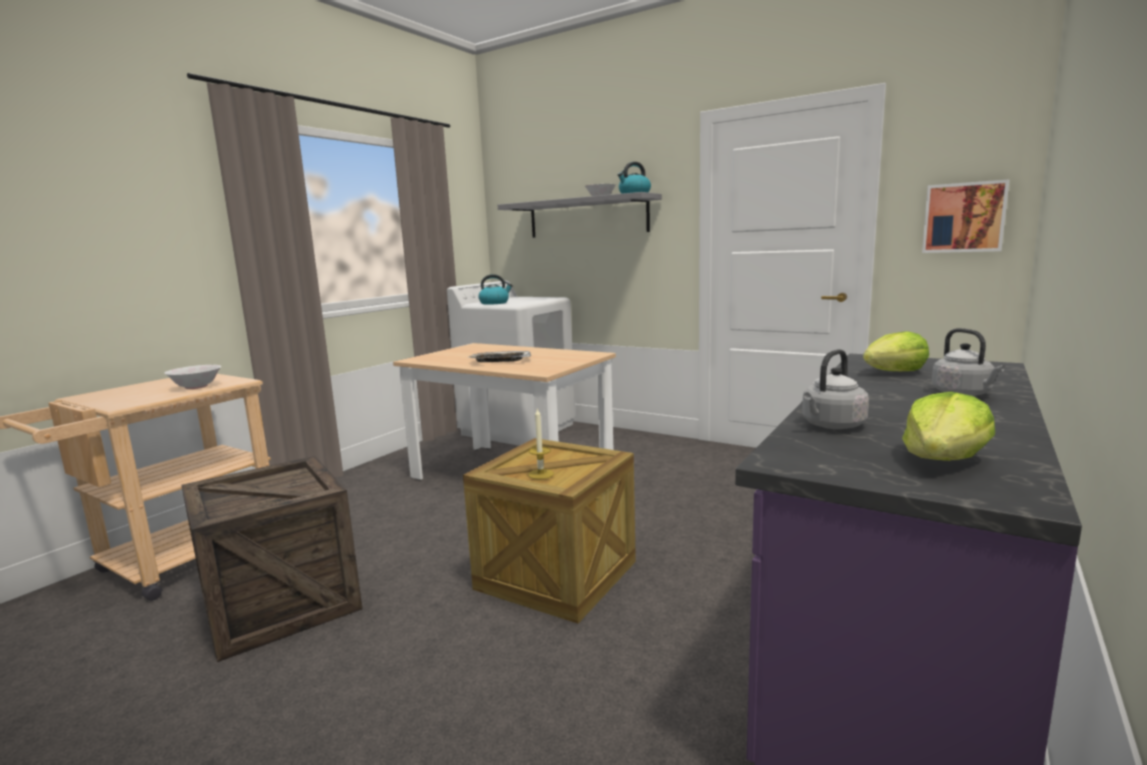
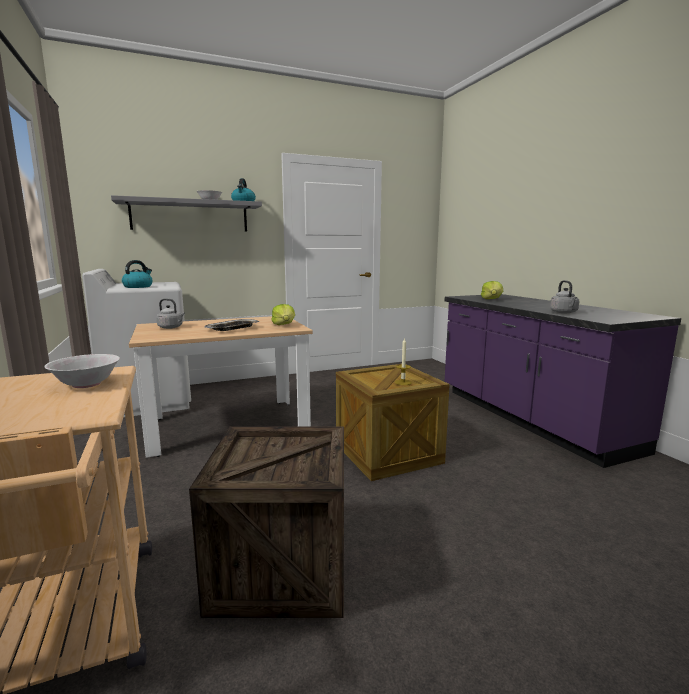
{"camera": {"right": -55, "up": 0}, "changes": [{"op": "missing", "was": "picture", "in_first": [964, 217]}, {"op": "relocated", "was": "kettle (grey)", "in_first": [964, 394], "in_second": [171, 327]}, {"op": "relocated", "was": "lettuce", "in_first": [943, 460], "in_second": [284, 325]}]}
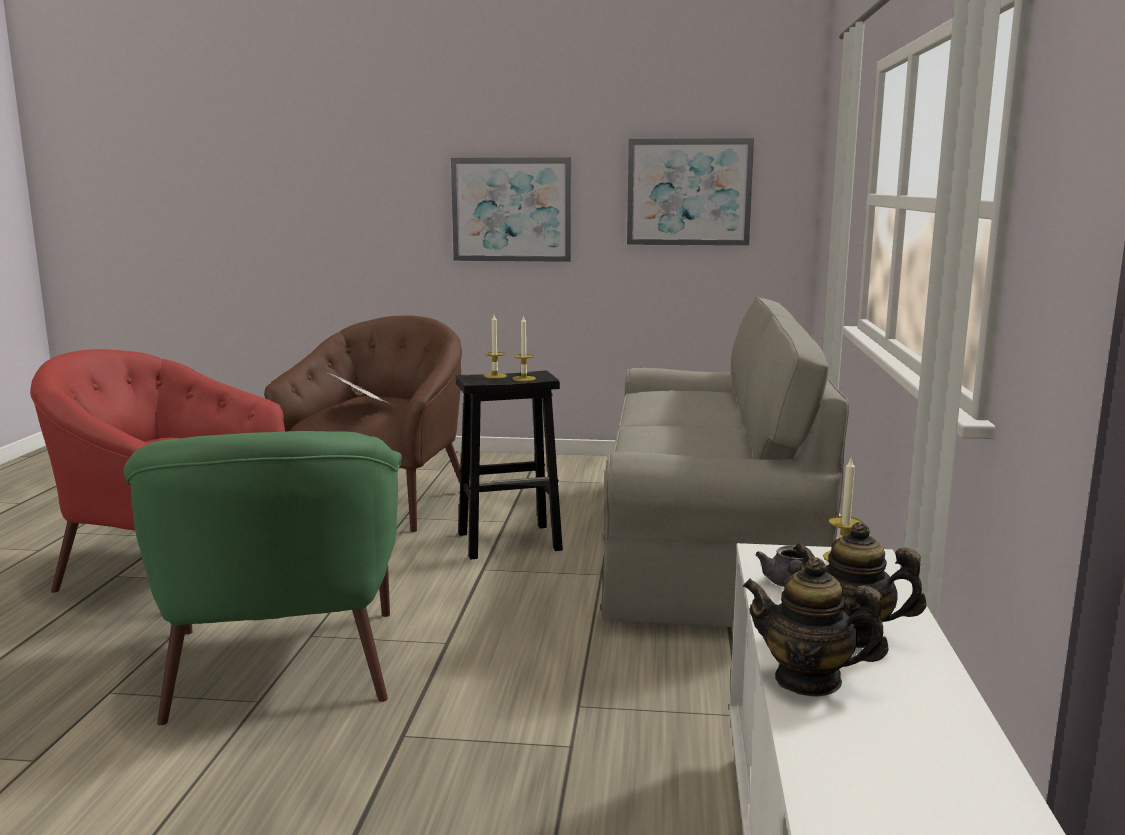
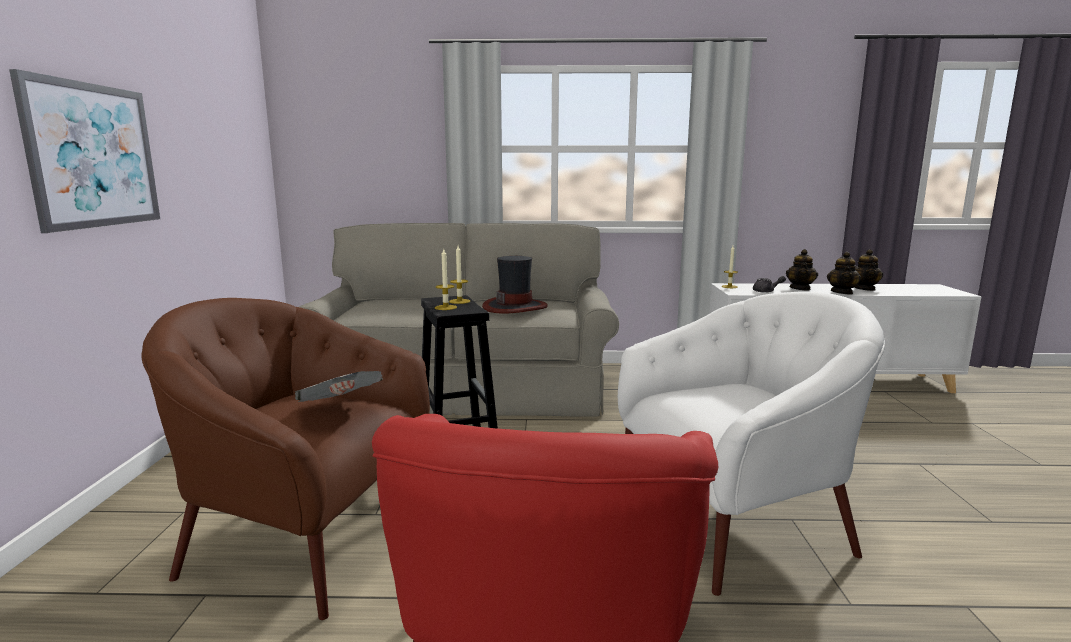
{"camera": {"right": -95, "up": 0}, "changes": [{"op": "missing", "was": "picture", "in_first": [689, 192]}, {"op": "colour", "was": "armchair (green)", "now": "armchair (white)", "in_first": [282, 664], "in_second": [734, 521]}, {"op": "appeared", "now": "teapot", "in_second": [864, 289]}, {"op": "appeared", "now": "hat", "in_second": [515, 307]}]}
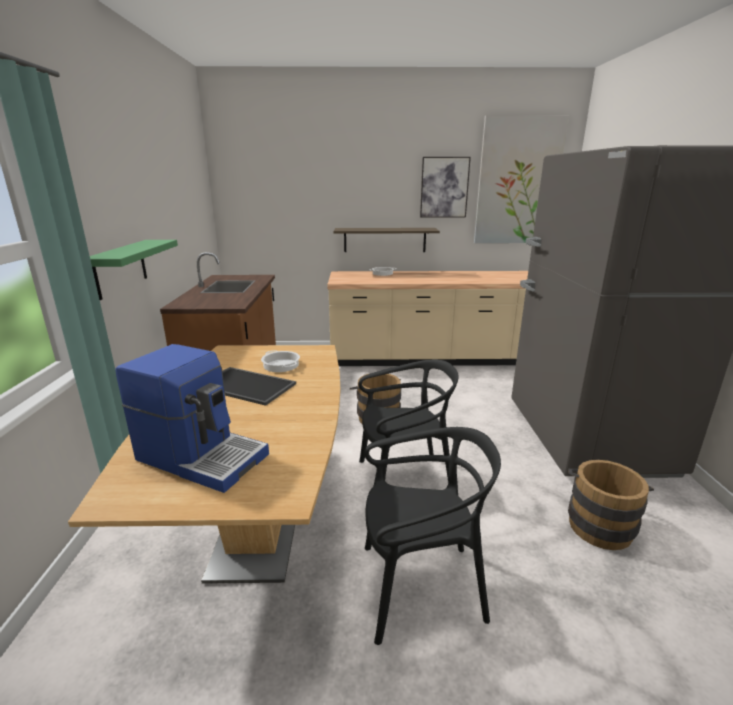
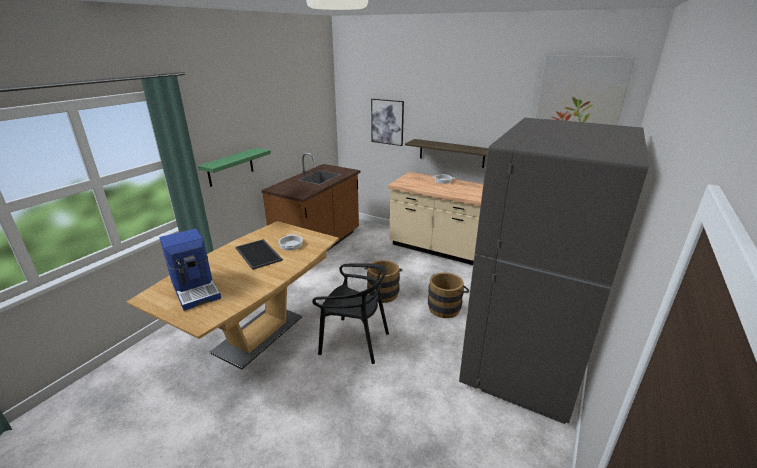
{"camera": {"right": 30, "up": 5}, "changes": [{"op": "relocated", "was": "picture", "in_first": [444, 187], "in_second": [387, 122]}, {"op": "missing", "was": "chair (black)", "in_first": [420, 587]}, {"op": "relocated", "was": "bucket (brown)", "in_first": [598, 523], "in_second": [446, 307]}]}
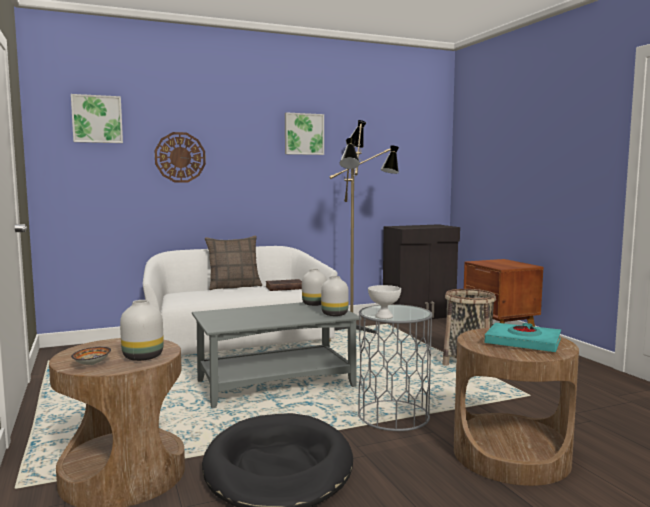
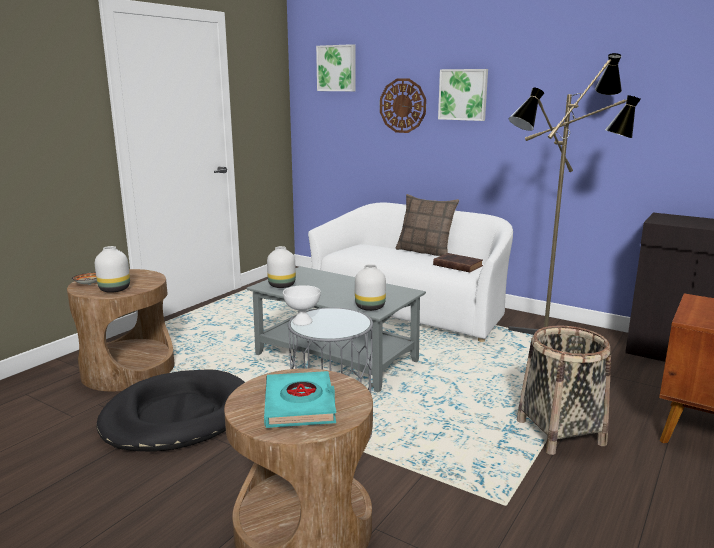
{"camera": {"right": 55, "up": 10}, "changes": [{"op": "relocated", "was": "picture", "in_first": [303, 134], "in_second": [463, 94]}, {"op": "relocated", "was": "vase (white)", "in_first": [315, 304], "in_second": [282, 285]}]}
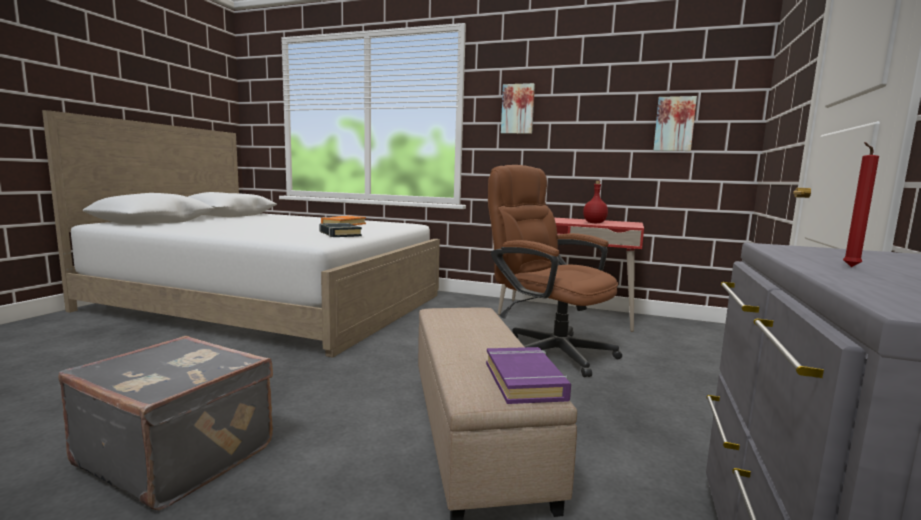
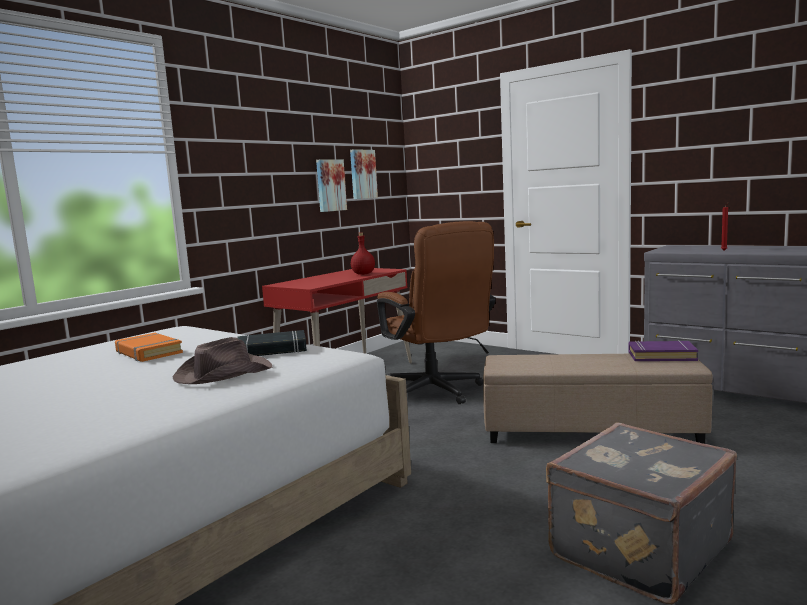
{"camera": {"right": -70, "up": 0}, "changes": [{"op": "relocated", "was": "picture", "in_first": [518, 109], "in_second": [330, 185]}, {"op": "spun", "was": "office chair (brown)", "in_first": [548, 350], "in_second": [437, 393], "clockwise": -90}, {"op": "appeared", "now": "hat (brown)", "in_second": [222, 373]}]}
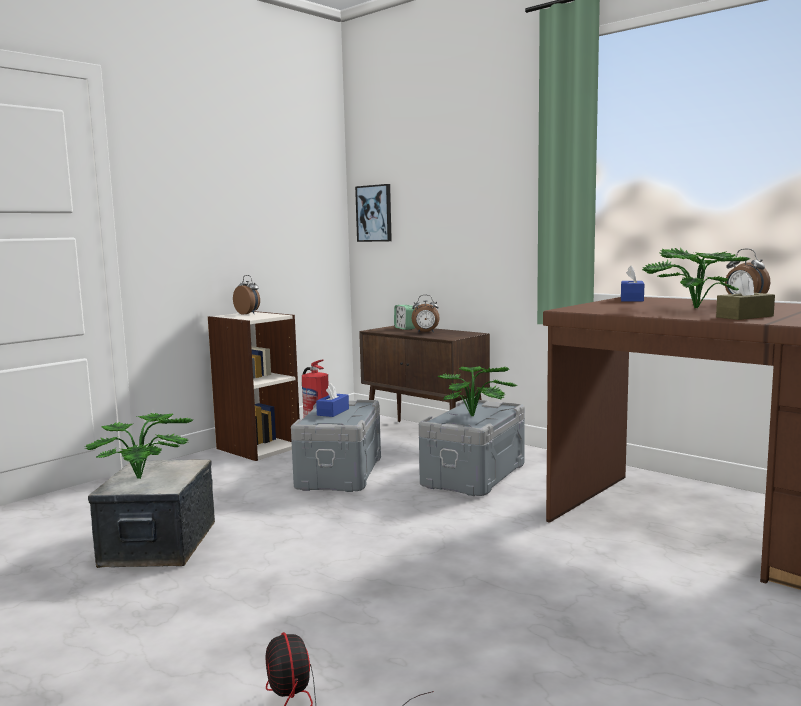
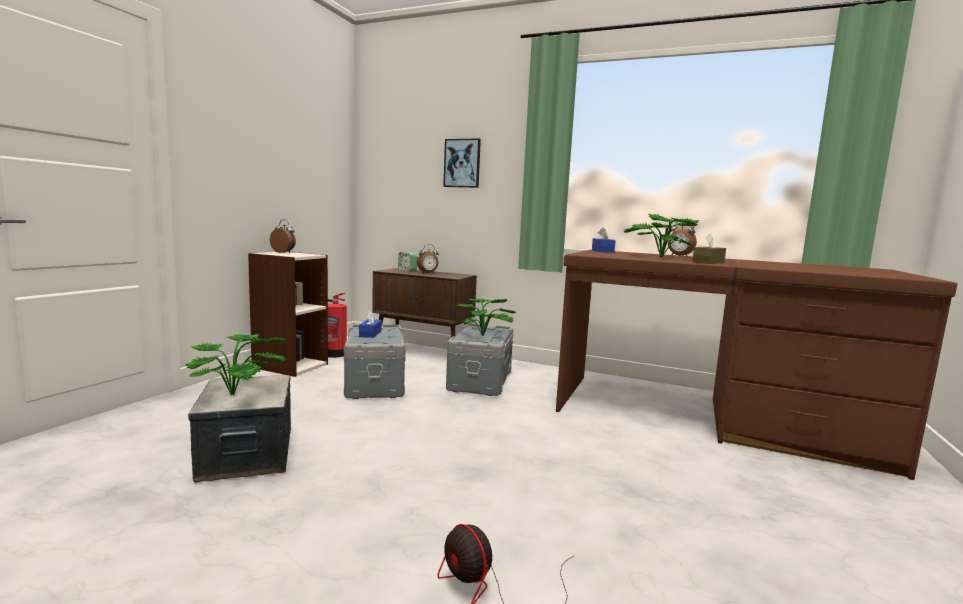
{"camera": {"right": -20, "up": 0}, "changes": [{"op": "relocated", "was": "picture", "in_first": [374, 213], "in_second": [462, 163]}]}
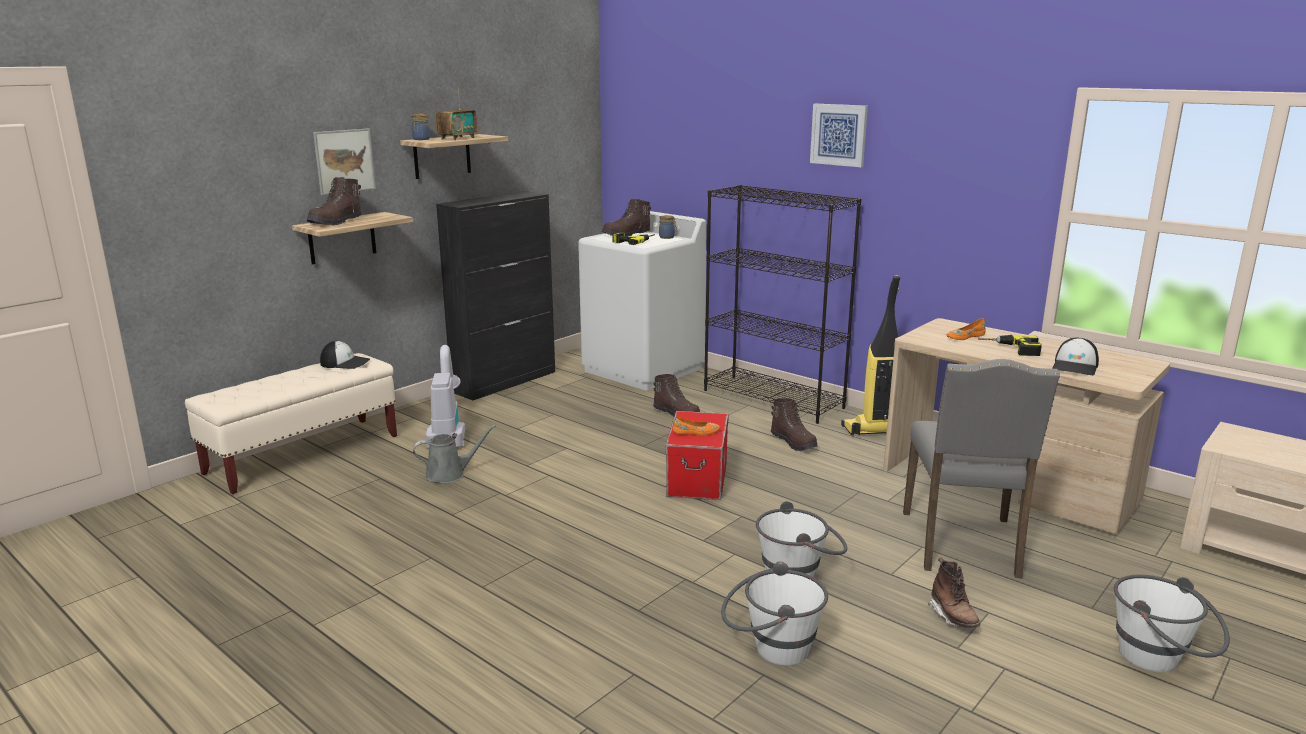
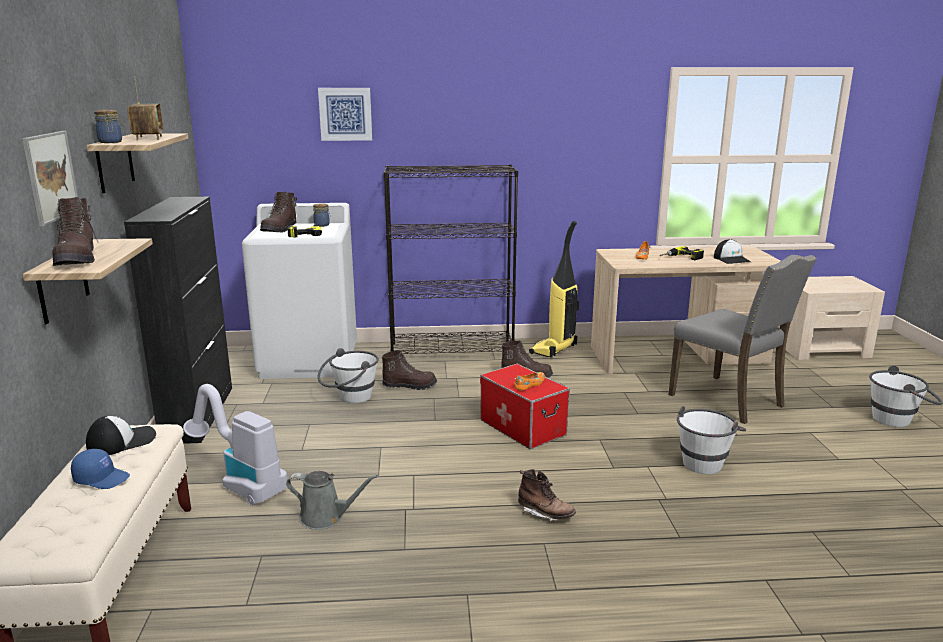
{"camera": {"right": -45, "up": 0}, "changes": [{"op": "relocated", "was": "picture", "in_first": [839, 134], "in_second": [345, 114]}, {"op": "spun", "was": "watering can (grey)", "in_first": [449, 474], "in_second": [326, 517], "clockwise": 75}, {"op": "relocated", "was": "boot (brown)", "in_first": [953, 617], "in_second": [545, 514]}, {"op": "relocated", "was": "bucket (white)", "in_first": [770, 649], "in_second": [350, 398]}, {"op": "appeared", "now": "cap (blue)", "in_second": [102, 478]}]}
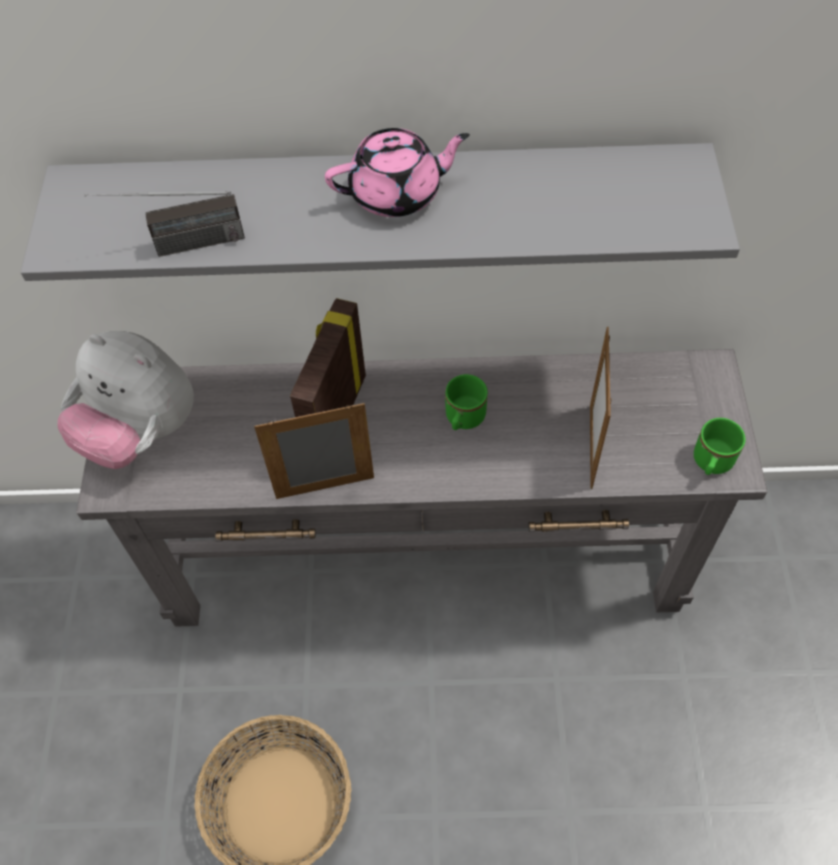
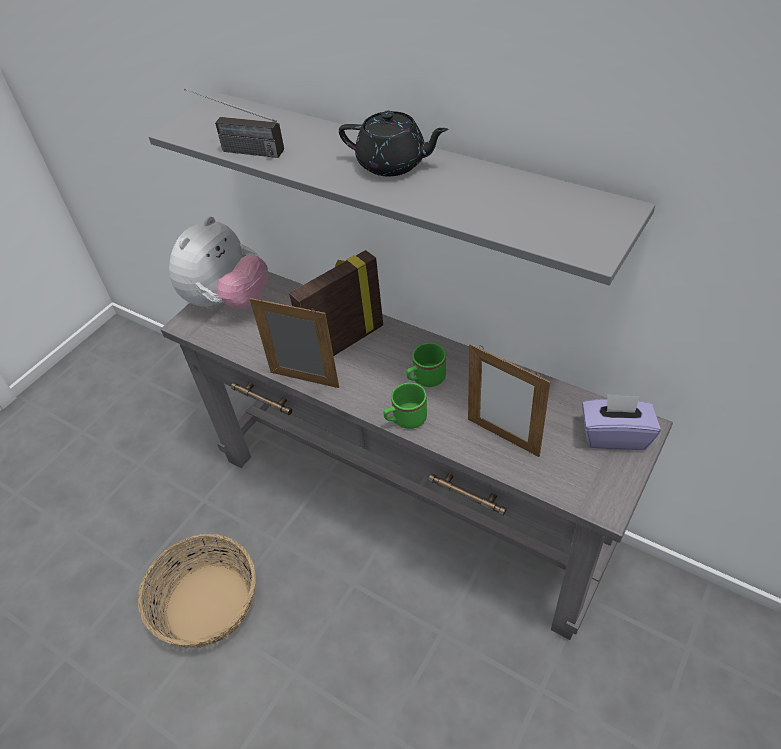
{"camera": {"right": 35, "up": -10}, "changes": [{"op": "colour", "was": "teapot (pink)", "now": "teapot (black)", "in_first": [397, 194], "in_second": [393, 164]}, {"op": "spun", "was": "picture frame", "in_first": [591, 446], "in_second": [503, 437], "clockwise": -90}, {"op": "spun", "was": "plush toy", "in_first": [140, 433], "in_second": [228, 302], "clockwise": -120}, {"op": "relocated", "was": "mug (green)", "in_first": [711, 463], "in_second": [405, 420]}, {"op": "appeared", "now": "tissue box (purple)", "in_second": [614, 435]}]}
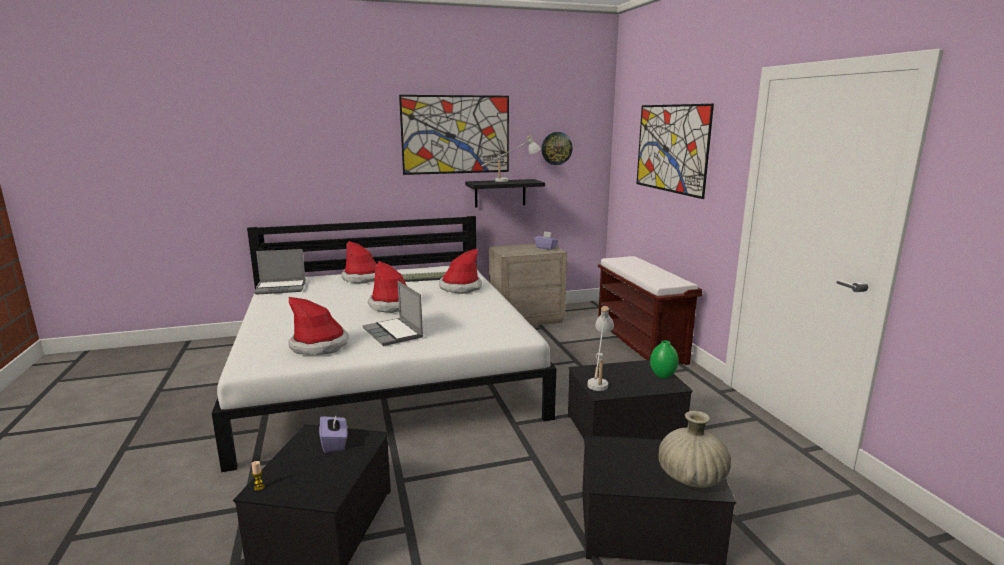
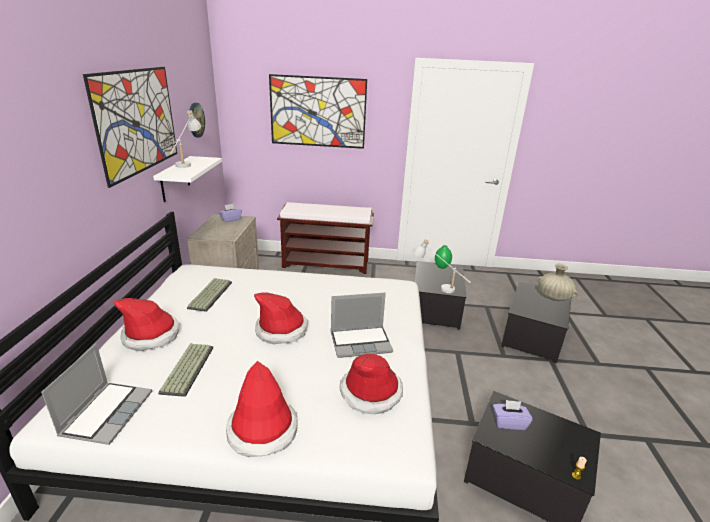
{"camera": {"right": -70, "up": 10}, "changes": [{"op": "colour", "was": "shelf (black)", "now": "shelf (white)", "in_first": [500, 193], "in_second": [175, 179]}, {"op": "relocated", "was": "hat", "in_first": [460, 288], "in_second": [263, 430]}, {"op": "appeared", "now": "keyboard", "in_second": [187, 368]}]}
